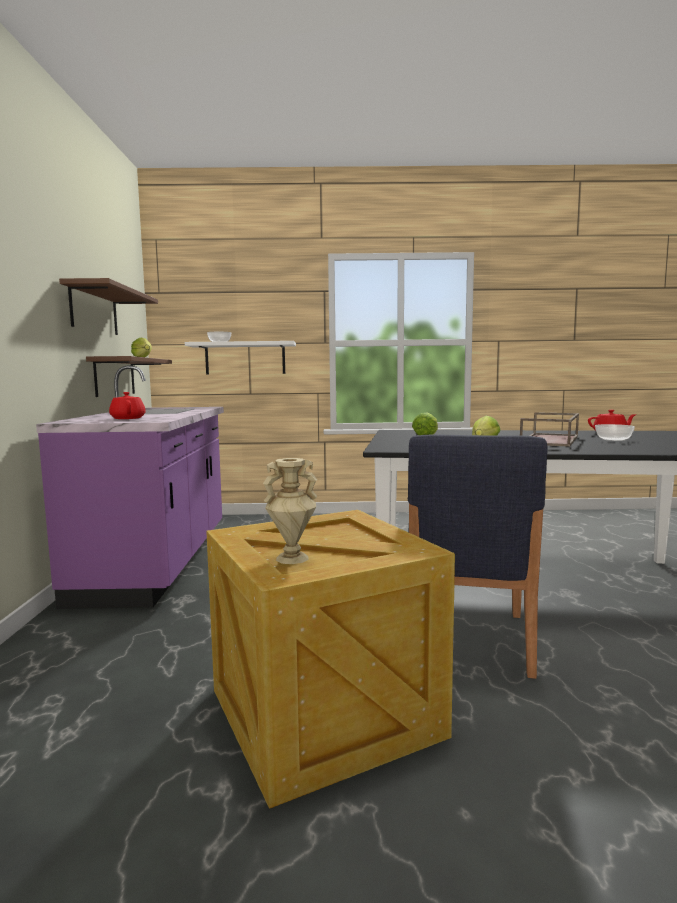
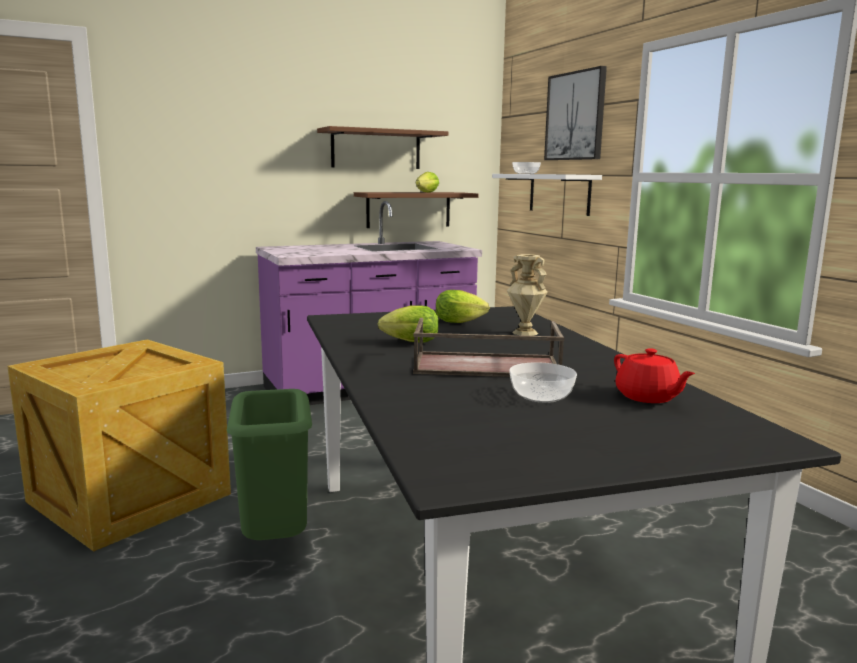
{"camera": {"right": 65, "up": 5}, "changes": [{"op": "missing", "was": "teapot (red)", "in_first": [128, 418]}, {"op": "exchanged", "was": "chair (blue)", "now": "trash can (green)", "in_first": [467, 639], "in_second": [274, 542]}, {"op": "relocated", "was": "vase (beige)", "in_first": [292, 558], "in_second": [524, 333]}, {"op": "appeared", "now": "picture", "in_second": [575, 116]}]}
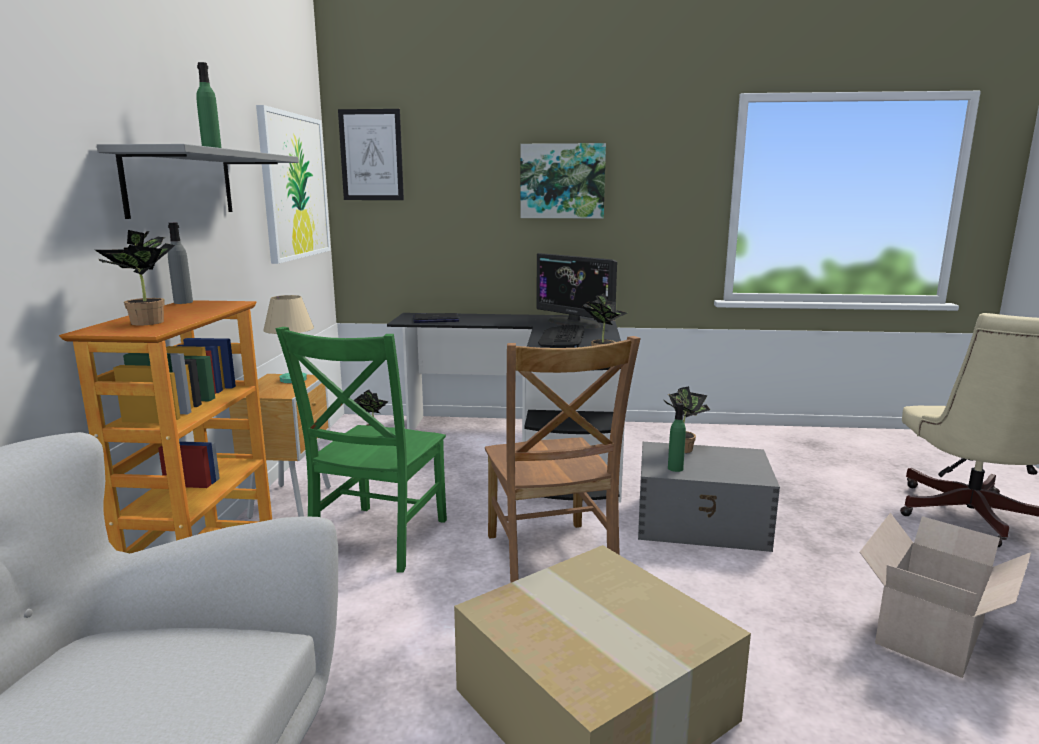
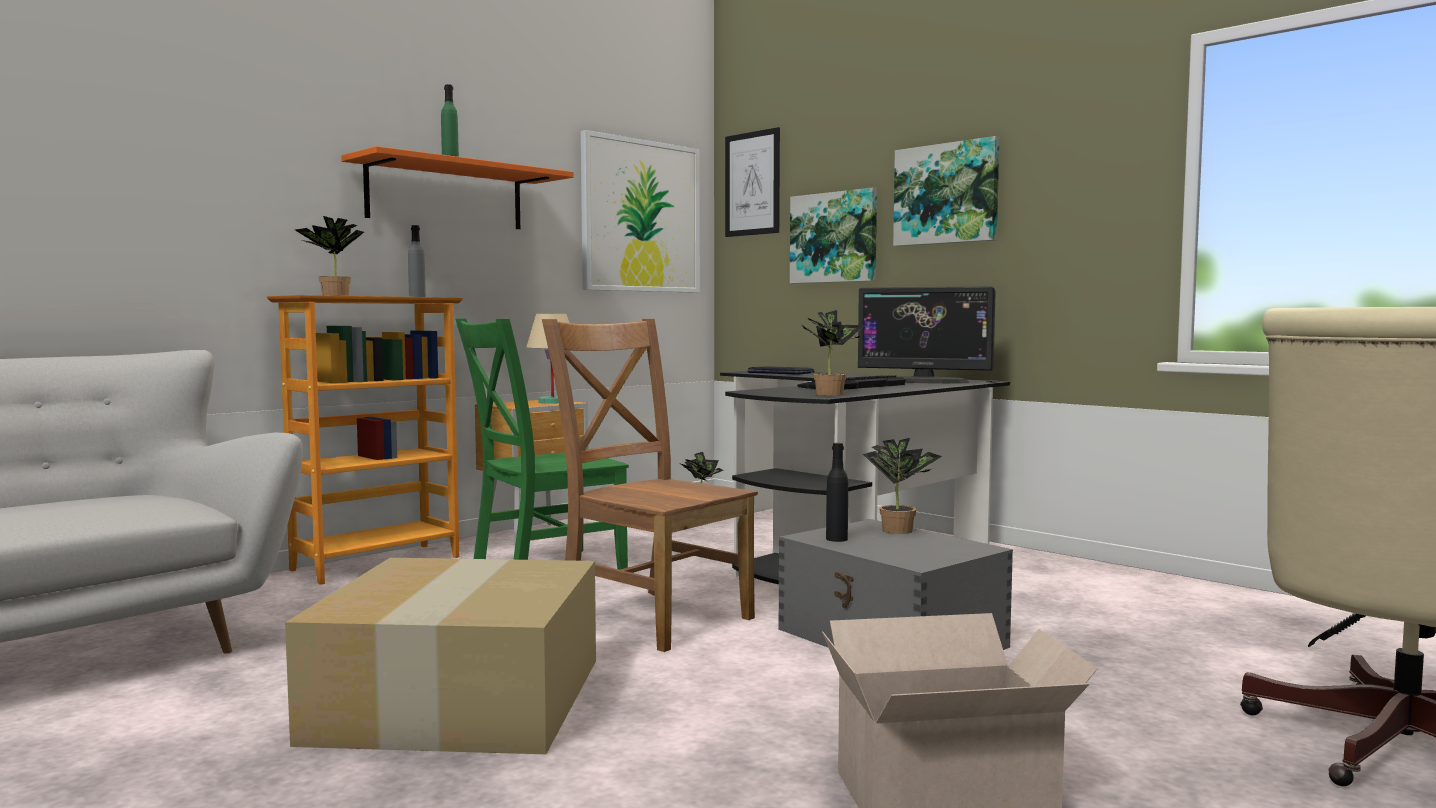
{"camera": {"right": 40, "up": -10}, "changes": [{"op": "colour", "was": "shelf (grey)", "now": "shelf (orange)", "in_first": [181, 183], "in_second": [446, 195]}, {"op": "spun", "was": "monitor", "in_first": [574, 323], "in_second": [924, 381], "clockwise": -60}, {"op": "spun", "was": "chair (brown)", "in_first": [550, 559], "in_second": [652, 617], "clockwise": 105}, {"op": "colour", "was": "bottle (green)", "now": "bottle (black)", "in_first": [675, 468], "in_second": [836, 539]}, {"op": "appeared", "now": "picture", "in_second": [834, 237]}]}
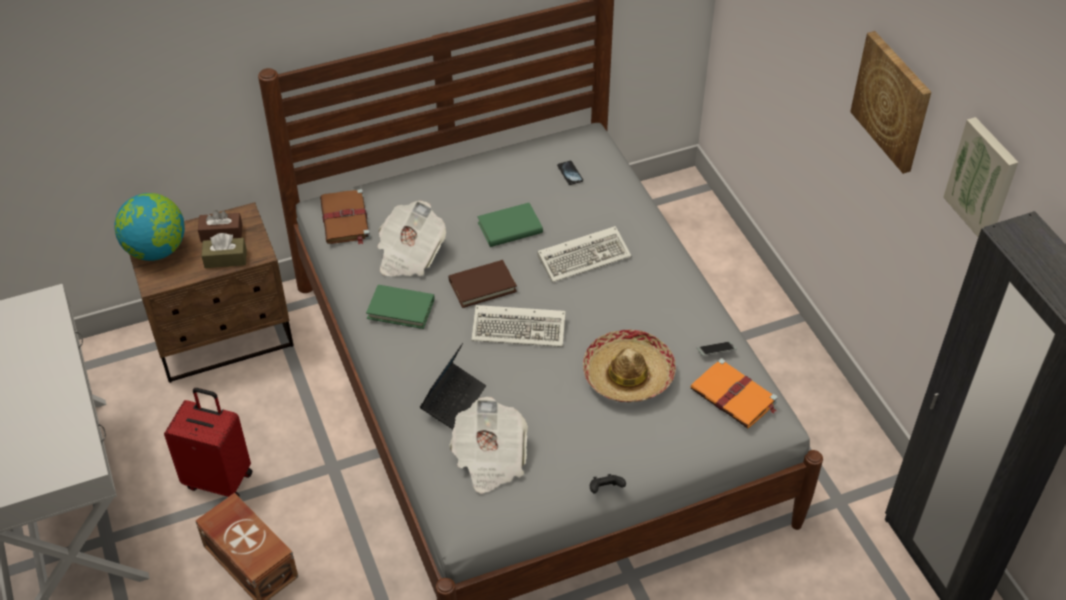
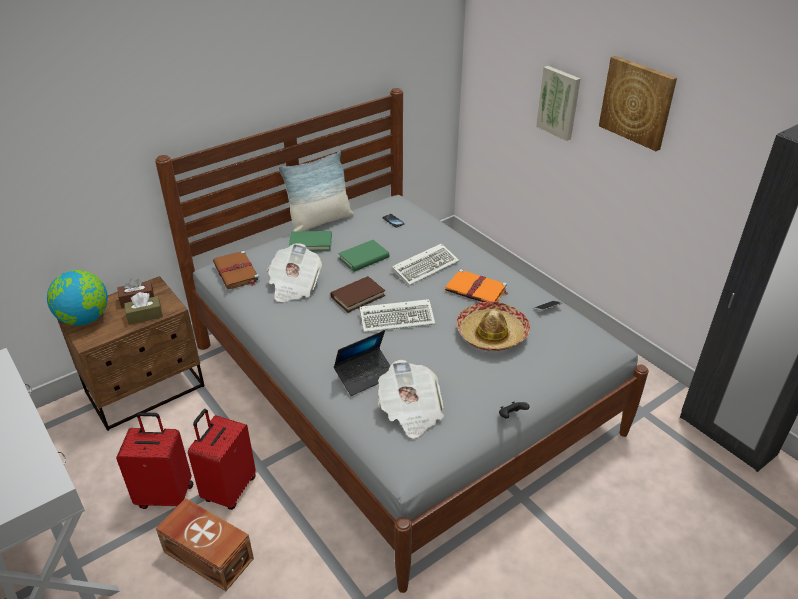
{"camera": {"right": -15, "up": -10}, "changes": [{"op": "relocated", "was": "picture", "in_first": [983, 179], "in_second": [559, 102]}, {"op": "relocated", "was": "book (green)", "in_first": [401, 309], "in_second": [310, 243]}, {"op": "spun", "was": "laptop", "in_first": [453, 401], "in_second": [365, 375], "clockwise": 45}, {"op": "relocated", "was": "book (orange)", "in_first": [734, 396], "in_second": [477, 290]}, {"op": "appeared", "now": "pillow", "in_second": [320, 222]}, {"op": "appeared", "now": "suitcase (red)", "in_second": [229, 489]}]}
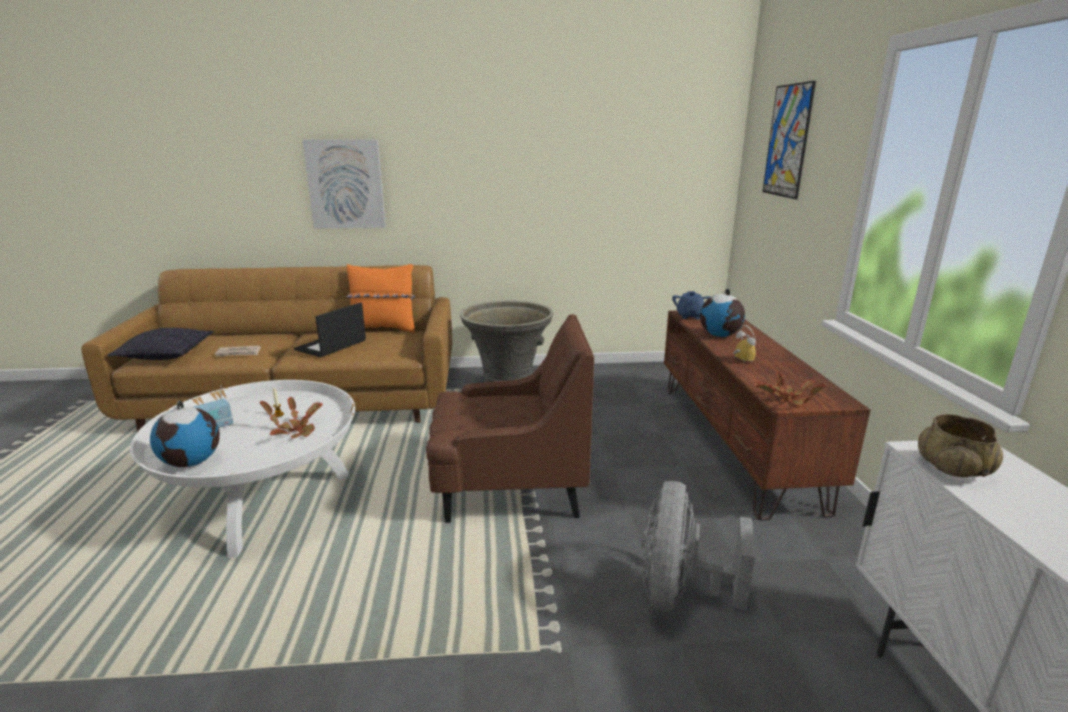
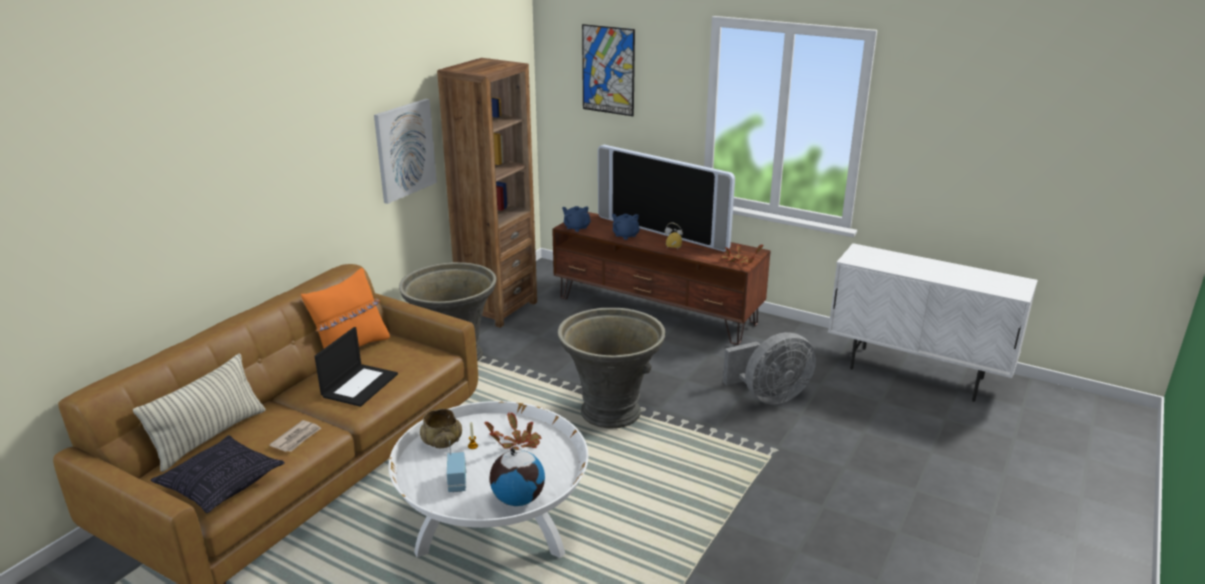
{"camera": {"right": -55, "up": 5}, "changes": [{"op": "relocated", "was": "picture", "in_first": [346, 184], "in_second": [405, 150]}, {"op": "exchanged", "was": "globe", "now": "teapot (blue)", "in_first": [720, 335], "in_second": [625, 235]}, {"op": "spun", "was": "laptop", "in_first": [331, 345], "in_second": [360, 385], "clockwise": -135}, {"op": "exchanged", "was": "armchair (brown)", "now": "planter (grey)", "in_first": [509, 489], "in_second": [611, 411]}, {"op": "relocated", "was": "bowl (beige)", "in_first": [953, 468], "in_second": [442, 441]}, {"op": "spun", "was": "fan (grey)", "in_first": [680, 592], "in_second": [769, 396], "clockwise": -75}, {"op": "appeared", "now": "bookcase (brown)", "in_second": [497, 308]}, {"op": "appeared", "now": "television", "in_second": [663, 231]}, {"op": "appeared", "now": "pillow", "in_second": [210, 437]}]}
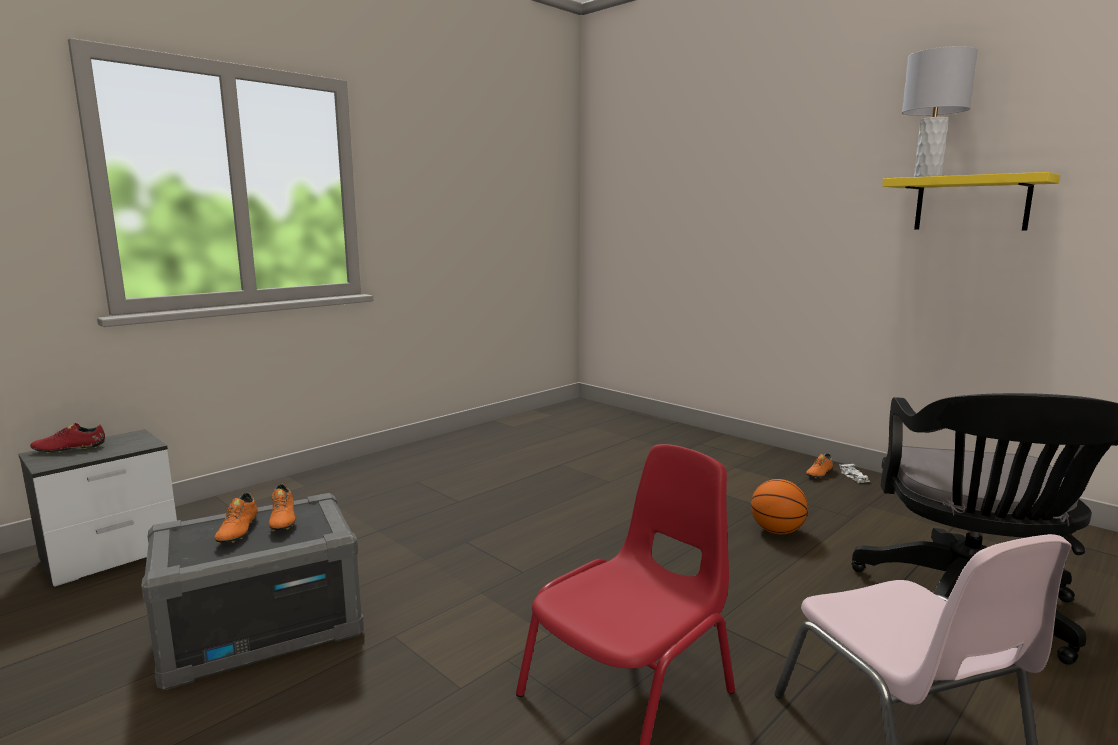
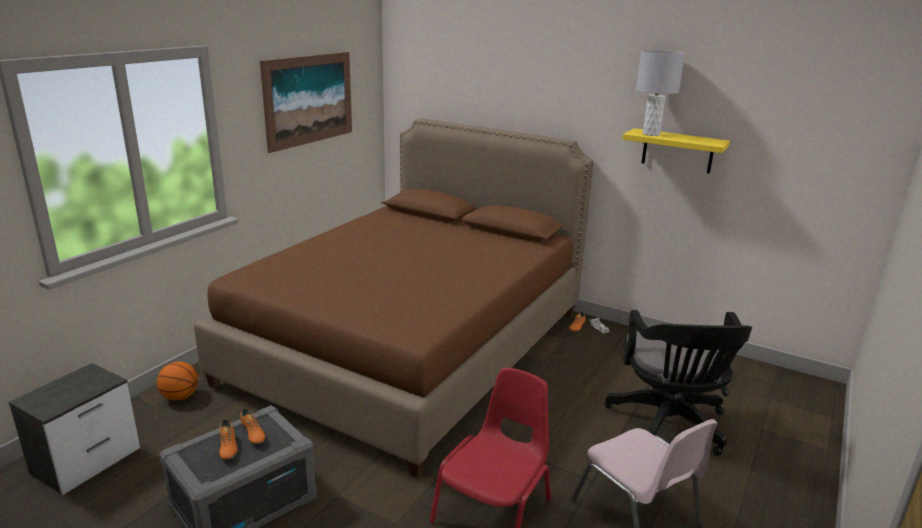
{"camera": {"right": -15, "up": 10}, "changes": [{"op": "missing", "was": "shoe (red)", "in_first": [69, 449]}, {"op": "relocated", "was": "basketball", "in_first": [777, 531], "in_second": [180, 397]}, {"op": "appeared", "now": "picture", "in_second": [309, 99]}, {"op": "appeared", "now": "bed (brown)", "in_second": [410, 346]}]}
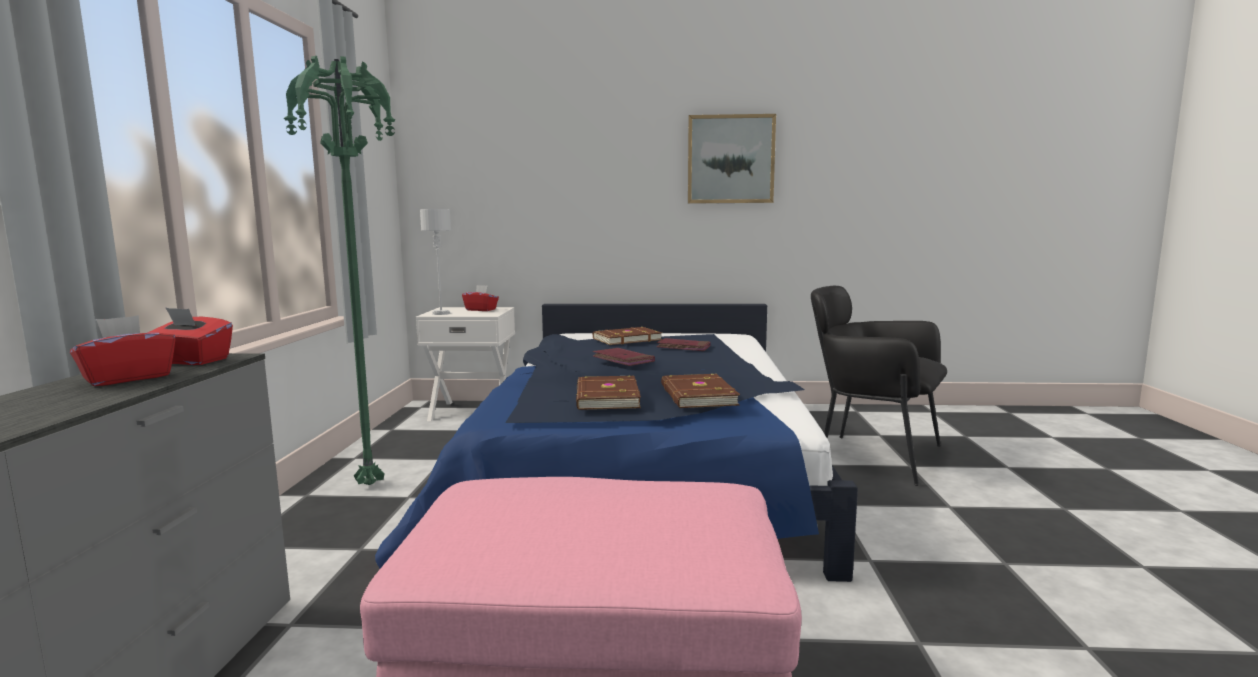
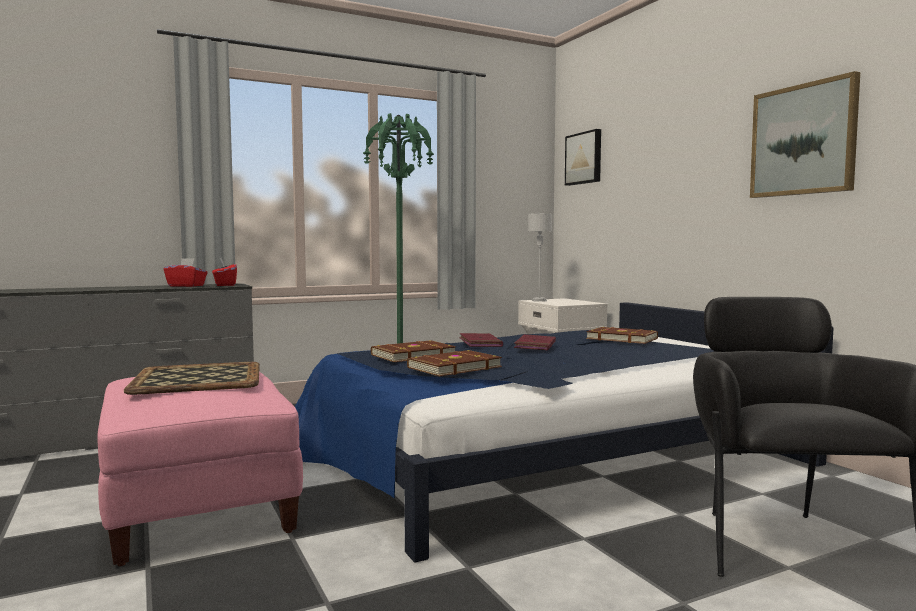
{"camera": {"right": 60, "up": -5}, "changes": [{"op": "missing", "was": "tissue box (red)", "in_first": [481, 310]}, {"op": "relocated", "was": "book (red)", "in_first": [683, 347], "in_second": [480, 343]}, {"op": "appeared", "now": "picture", "in_second": [584, 158]}, {"op": "appeared", "now": "tray", "in_second": [197, 379]}]}
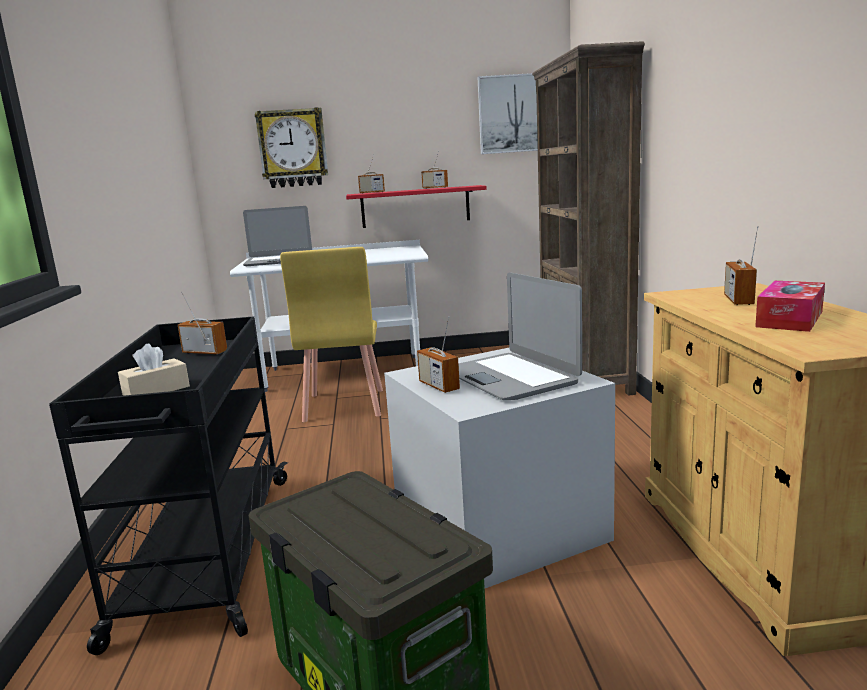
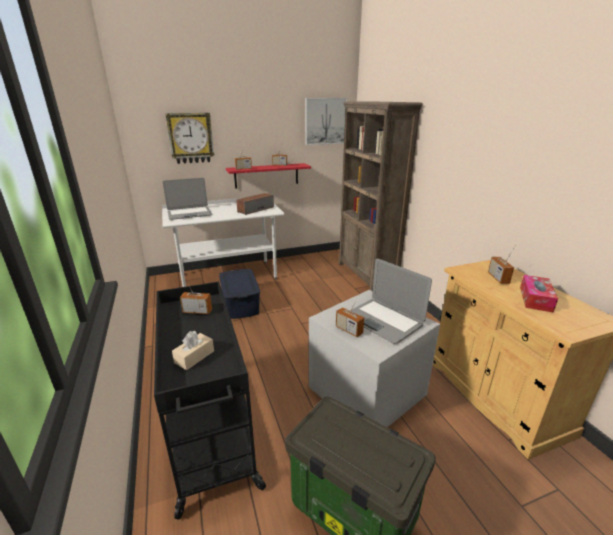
{"camera": {"right": -15, "up": 10}, "changes": [{"op": "exchanged", "was": "chair (yellow)", "now": "storage box (blue)", "in_first": [343, 405], "in_second": [240, 303]}, {"op": "appeared", "now": "speaker", "in_second": [255, 209]}]}
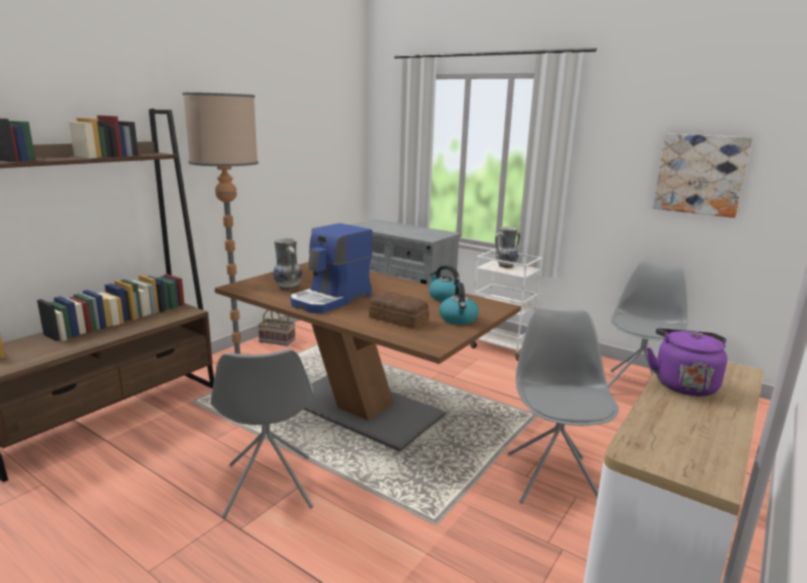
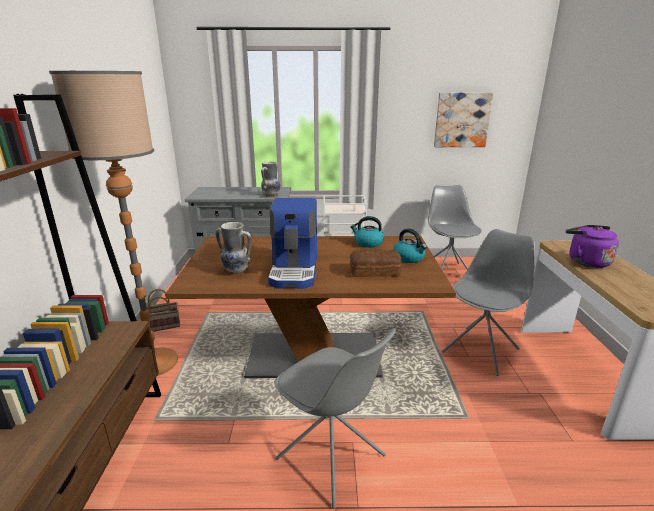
{"camera": {"right": -35, "up": 5}, "changes": [{"op": "relocated", "was": "vase", "in_first": [505, 266], "in_second": [271, 195]}, {"op": "spun", "was": "chair (grey)", "in_first": [553, 478], "in_second": [481, 350], "clockwise": 75}]}
